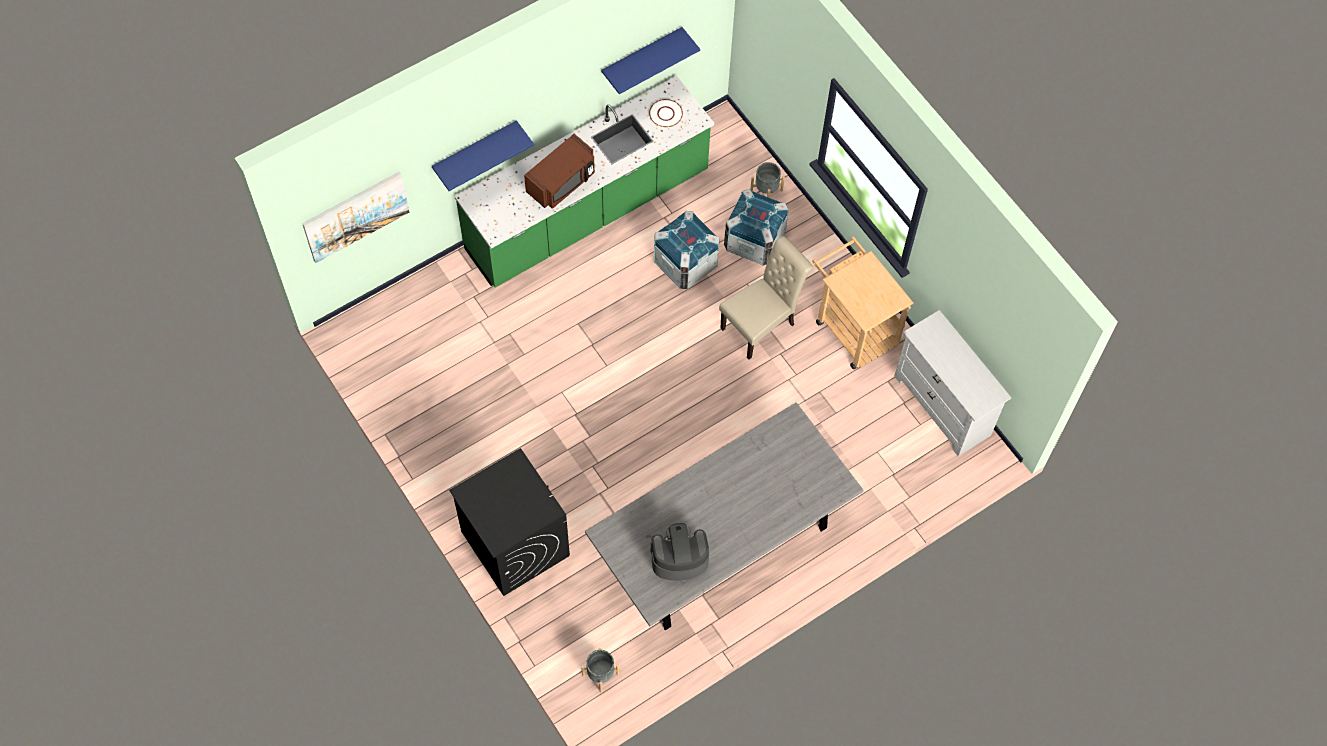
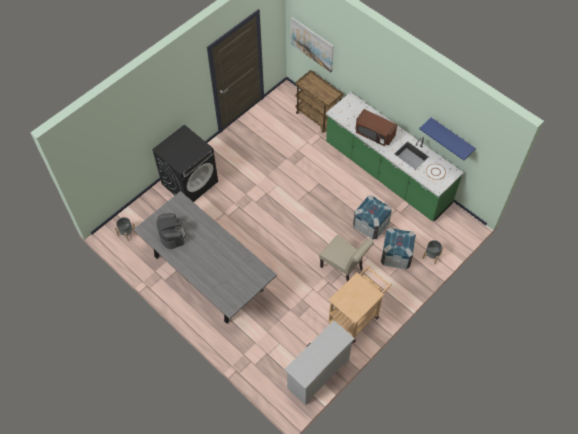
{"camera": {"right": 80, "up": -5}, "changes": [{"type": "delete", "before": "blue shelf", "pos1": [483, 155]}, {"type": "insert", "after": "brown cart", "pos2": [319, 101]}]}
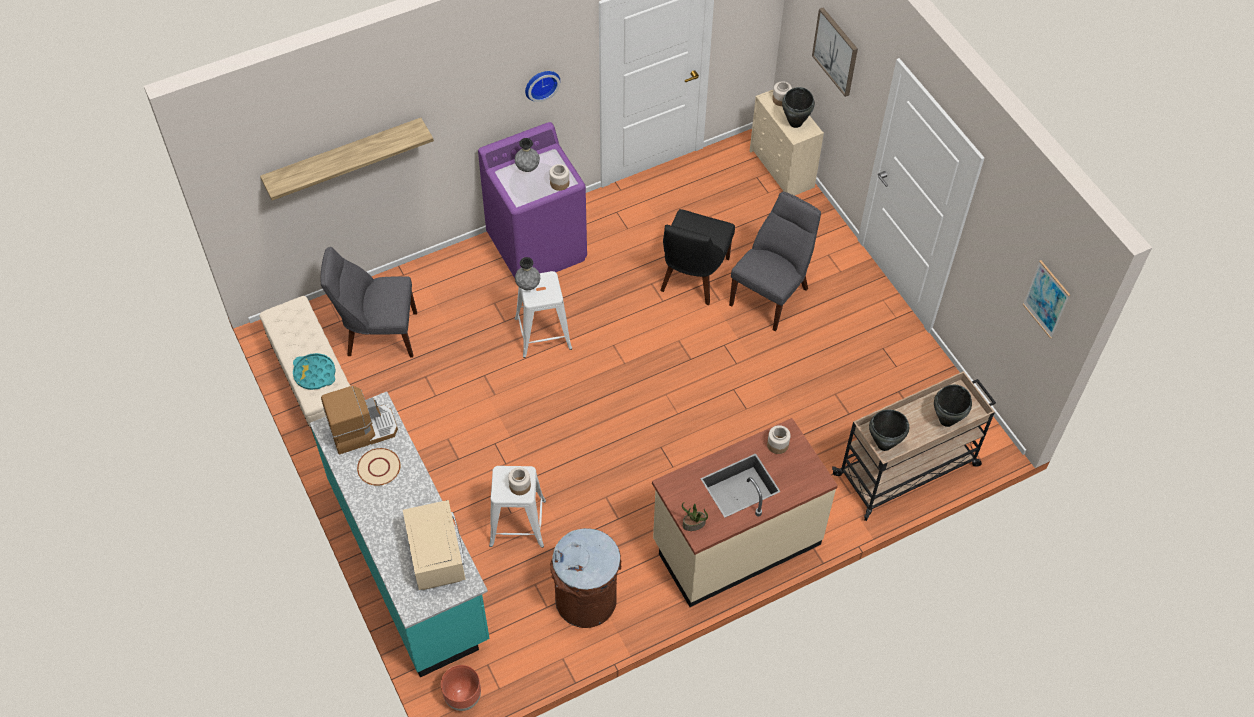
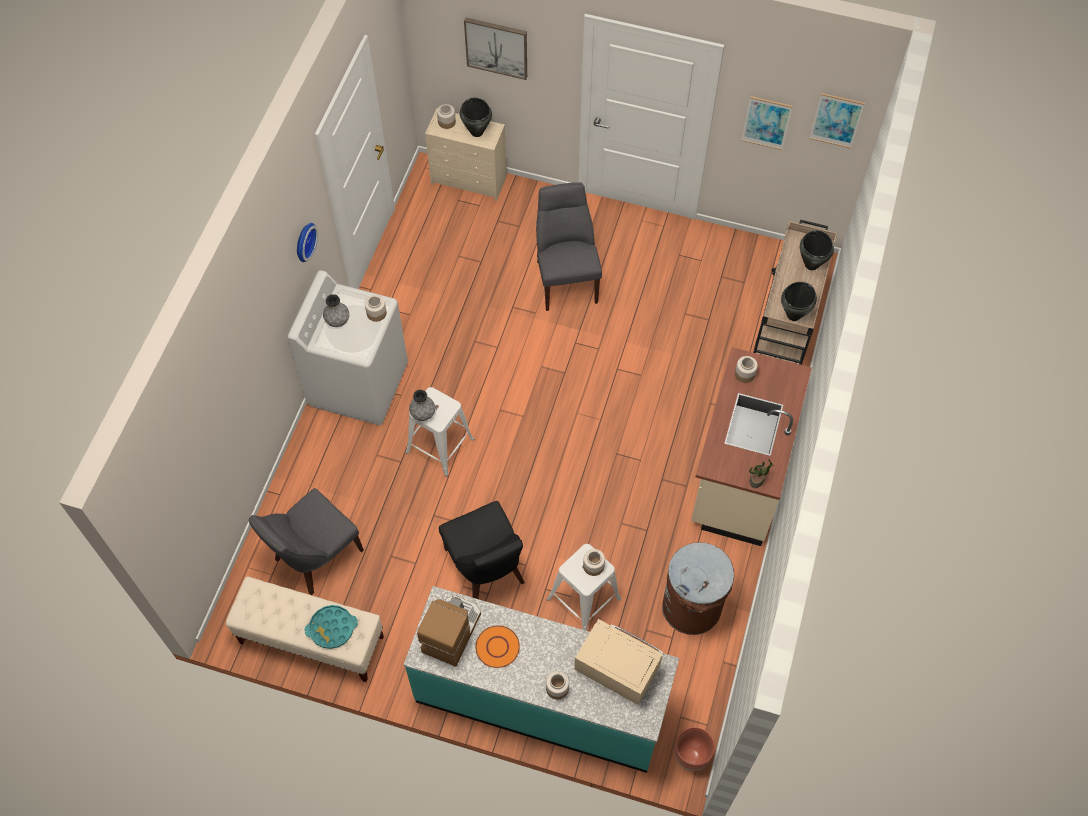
{"camera": {"right": -45, "up": 5}, "changes": [{"type": "delete", "before": "shelf", "pos1": [347, 159]}, {"type": "recolor", "before": "purple washing machine", "after": "white washing machine", "pos1": [532, 200], "pos2": [348, 347]}, {"type": "move", "before": "black chair", "pos1": [697, 257], "pos2": [482, 550]}, {"type": "recolor", "before": "beige plate", "after": "orange plate", "pos1": [378, 467], "pos2": [497, 646]}, {"type": "insert", "after": "picture", "pos2": [767, 123]}, {"type": "insert", "after": "jar", "pos2": [557, 685]}]}
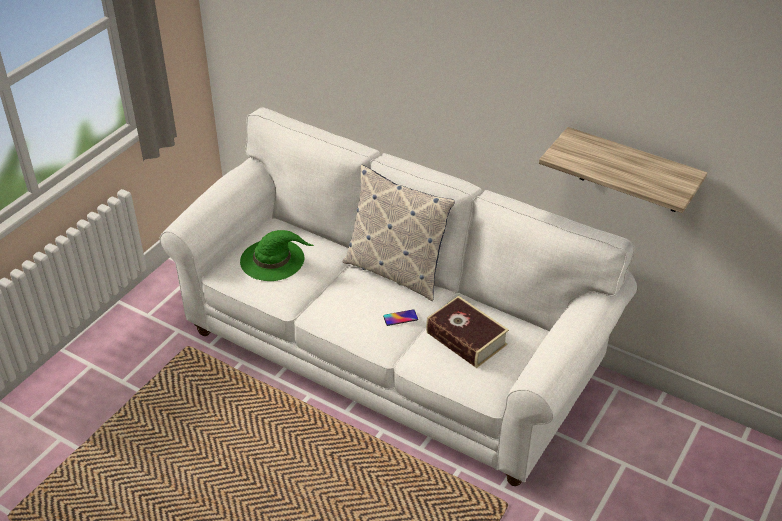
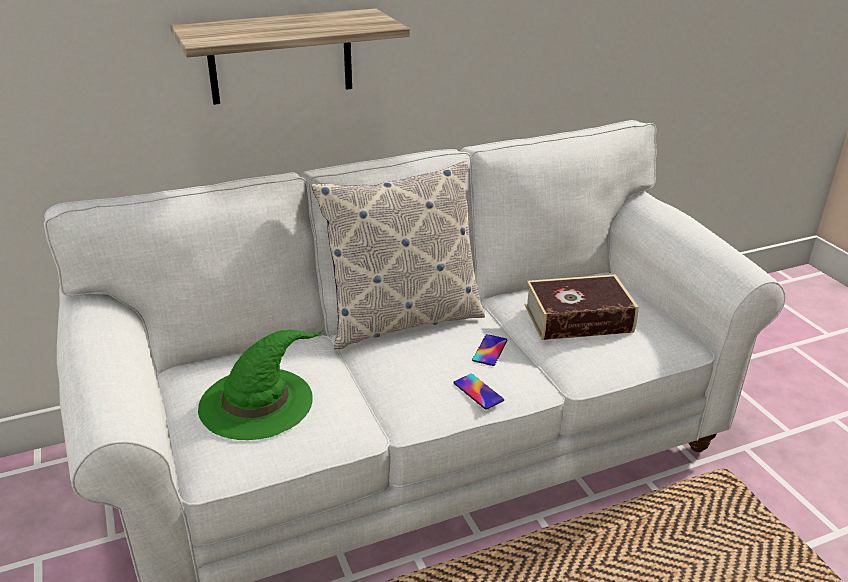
{"camera": {"right": -55, "up": -10}, "changes": [{"type": "move", "before": "shelf", "pos1": [623, 170], "pos2": [290, 56]}, {"type": "insert", "after": "phone", "pos2": [478, 391]}]}
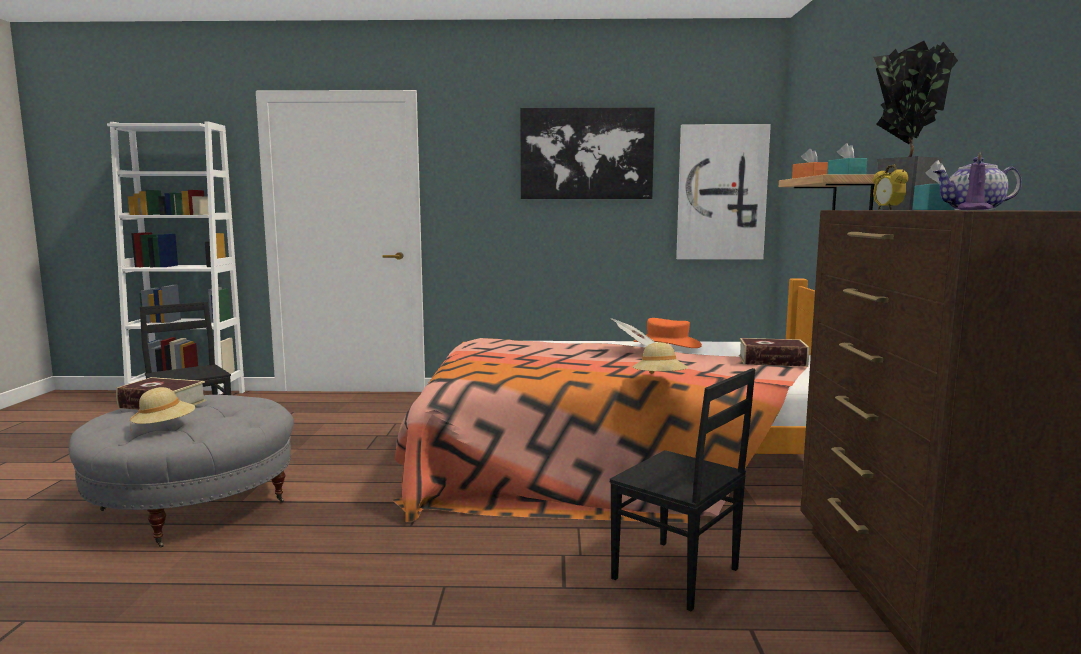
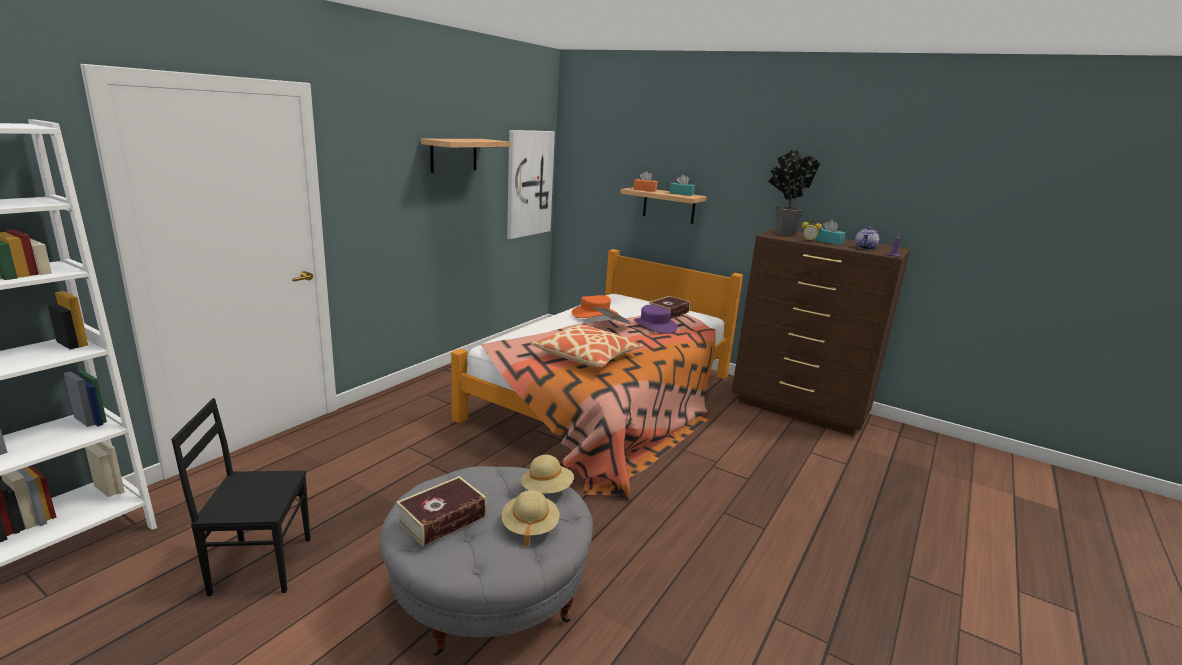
{"camera": {"right": -60, "up": 10}, "changes": [{"type": "replace", "before": "picture", "after": "shelf", "pos1": [587, 153], "pos2": [466, 156]}, {"type": "move", "before": "beige hat", "pos1": [660, 358], "pos2": [547, 474]}, {"type": "delete", "before": "black chair", "pos1": [682, 489]}, {"type": "insert", "after": "purple hat", "pos2": [656, 319]}, {"type": "insert", "after": "pillow", "pos2": [587, 346]}]}
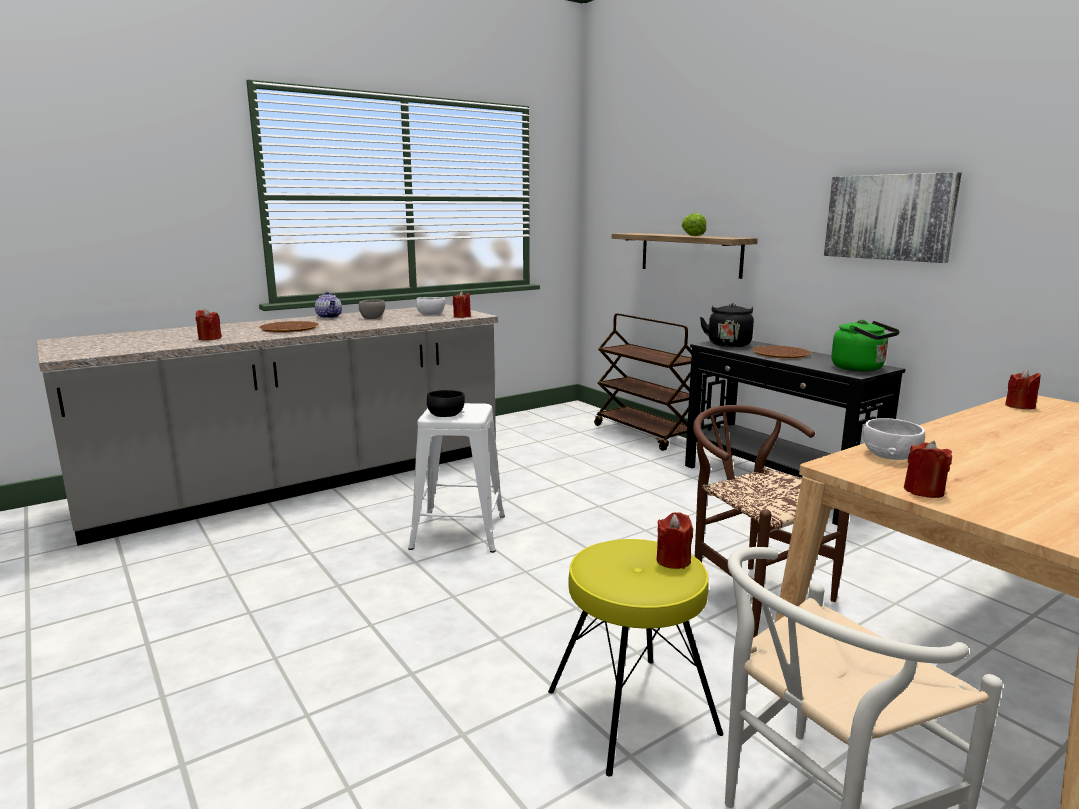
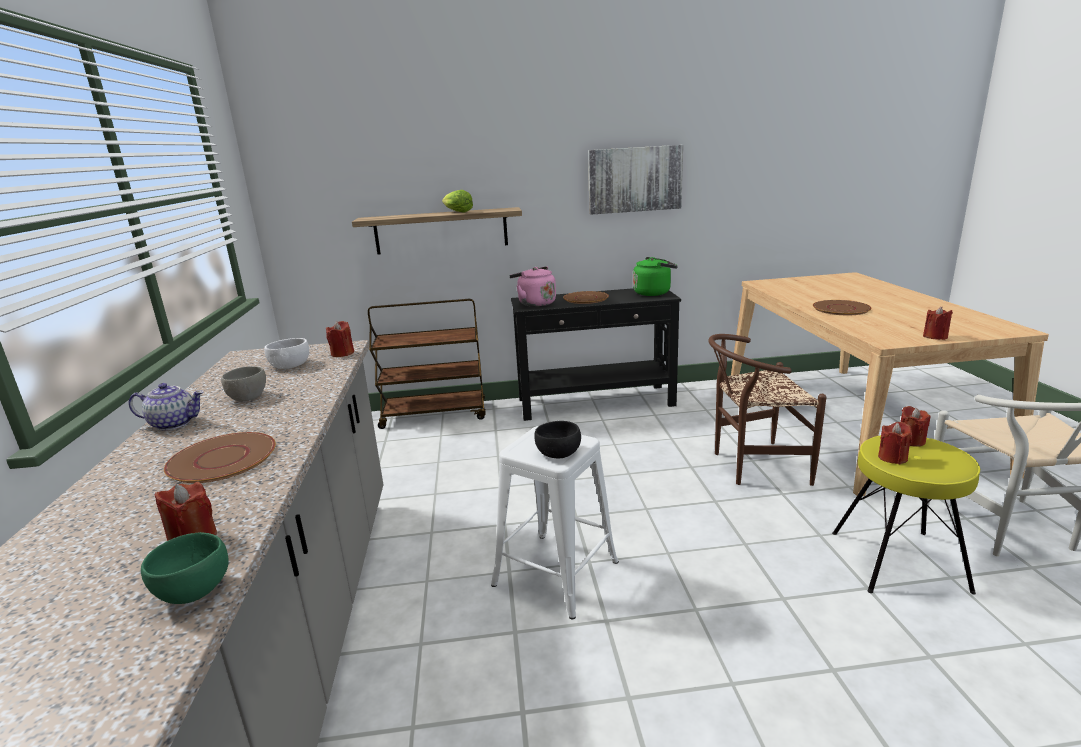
{"camera": {"right": -60, "up": 5}, "changes": [{"type": "recolor", "before": "black kettle", "after": "pink kettle", "pos1": [727, 325], "pos2": [532, 286]}, {"type": "move", "before": "red candle", "pos1": [1023, 389], "pos2": [895, 443]}, {"type": "delete", "before": "white bowl", "pos1": [894, 439]}, {"type": "insert", "after": "brown plate", "pos2": [842, 307]}, {"type": "insert", "after": "green bowl", "pos2": [185, 568]}]}
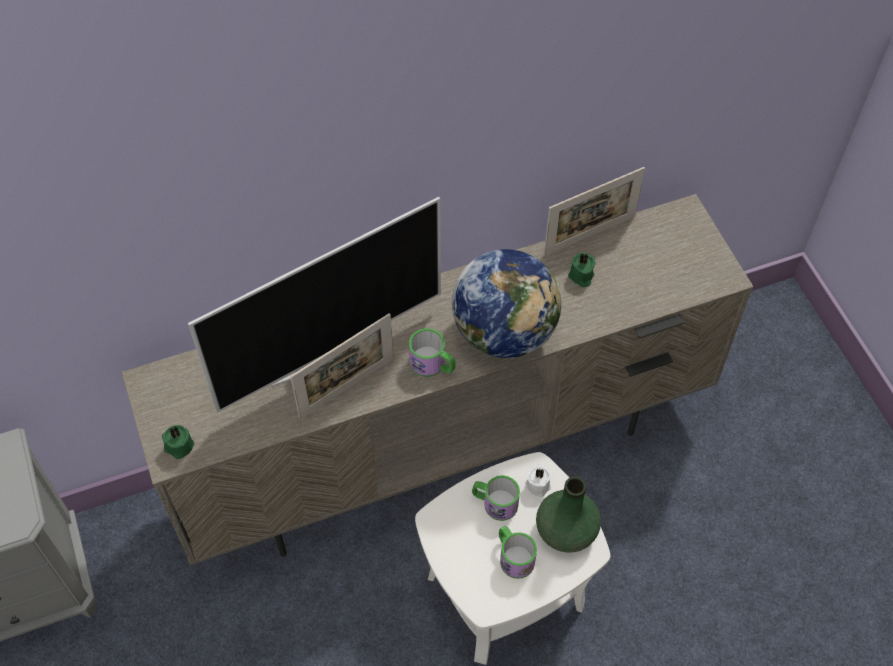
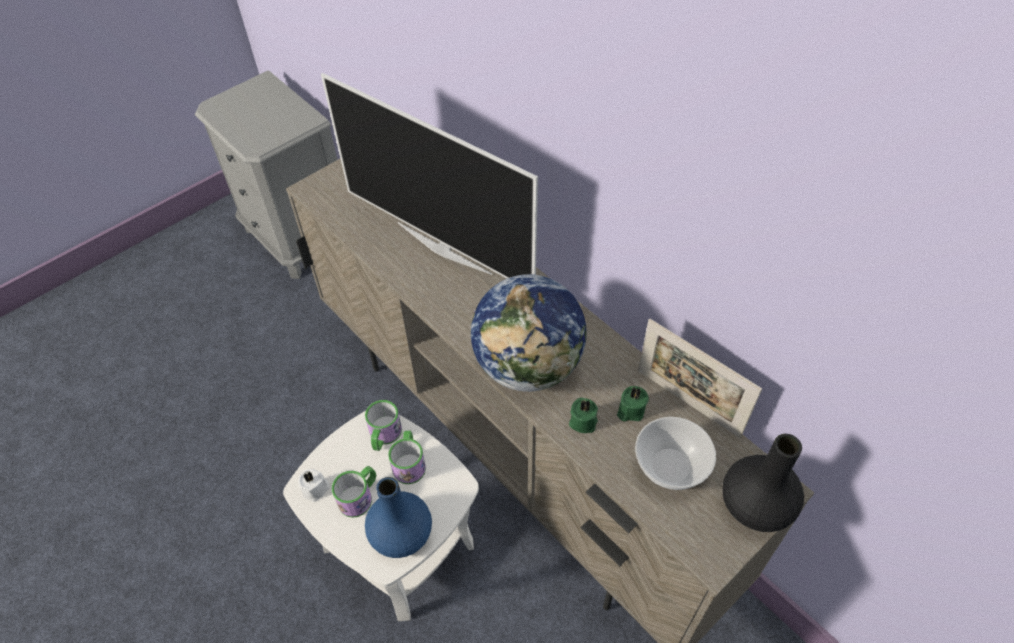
{"camera": {"right": 70, "up": -5}, "changes": [{"type": "delete", "before": "picture frame", "pos1": [342, 366]}, {"type": "move", "before": "mug", "pos1": [432, 352], "pos2": [383, 425]}, {"type": "move", "before": "green candle", "pos1": [178, 442], "pos2": [583, 415]}, {"type": "move", "before": "white candle", "pos1": [538, 481], "pos2": [314, 485]}, {"type": "recolor", "before": "green vase", "after": "blue vase", "pos1": [568, 514], "pos2": [398, 517]}, {"type": "insert", "after": "bowl", "pos2": [675, 453]}, {"type": "insert", "after": "black vase", "pos2": [763, 483]}]}
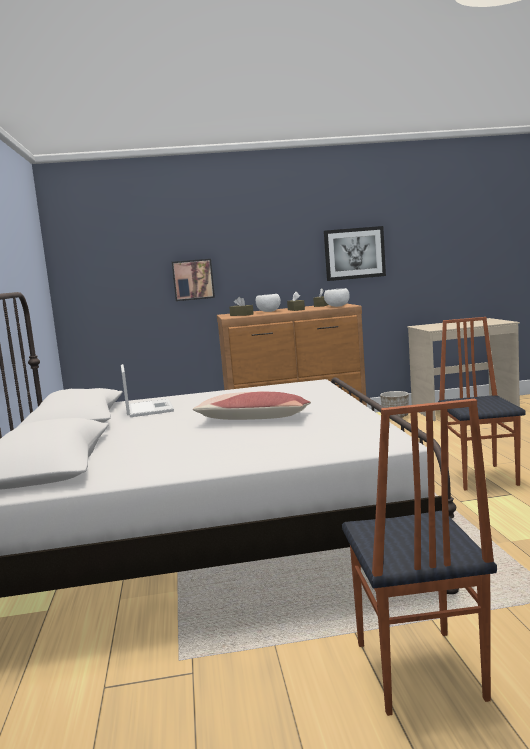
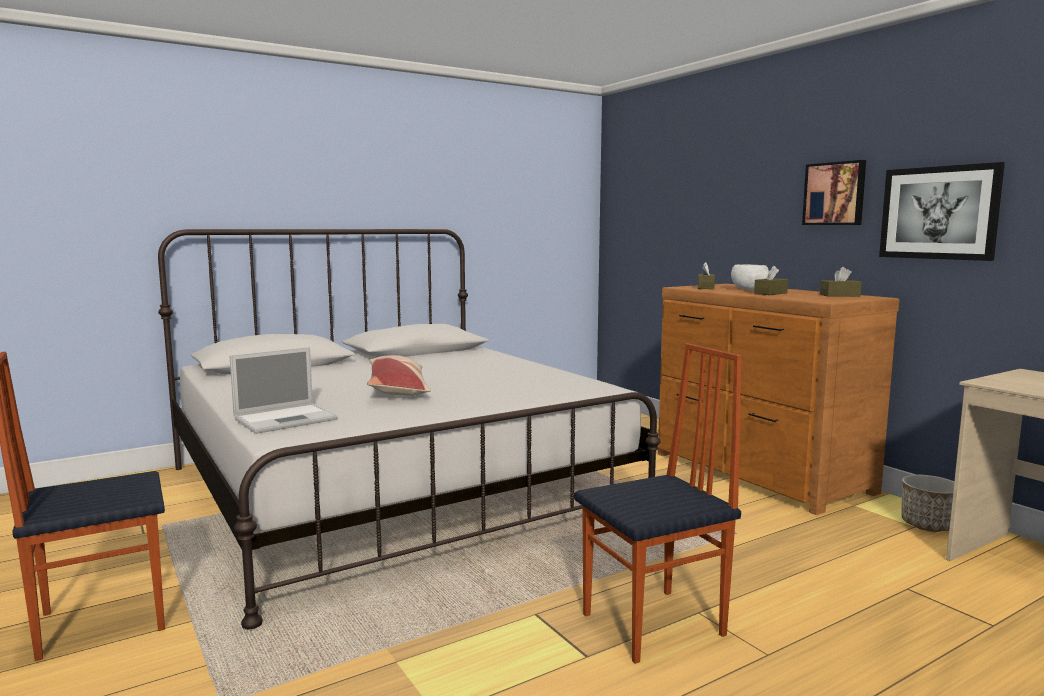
{"camera": {"right": 65, "up": 0}, "changes": [{"type": "move", "before": "picture", "pos1": [193, 280], "pos2": [834, 192]}, {"type": "delete", "before": "white bowl", "pos1": [337, 297]}, {"type": "move", "before": "laptop", "pos1": [147, 390], "pos2": [283, 390]}]}
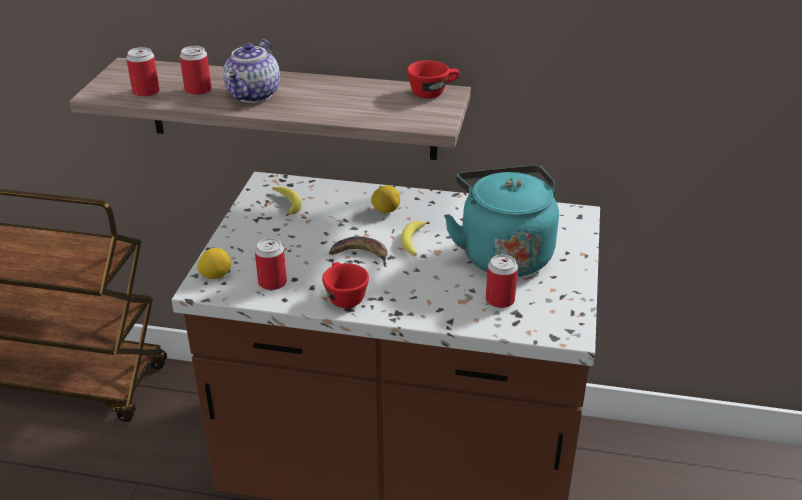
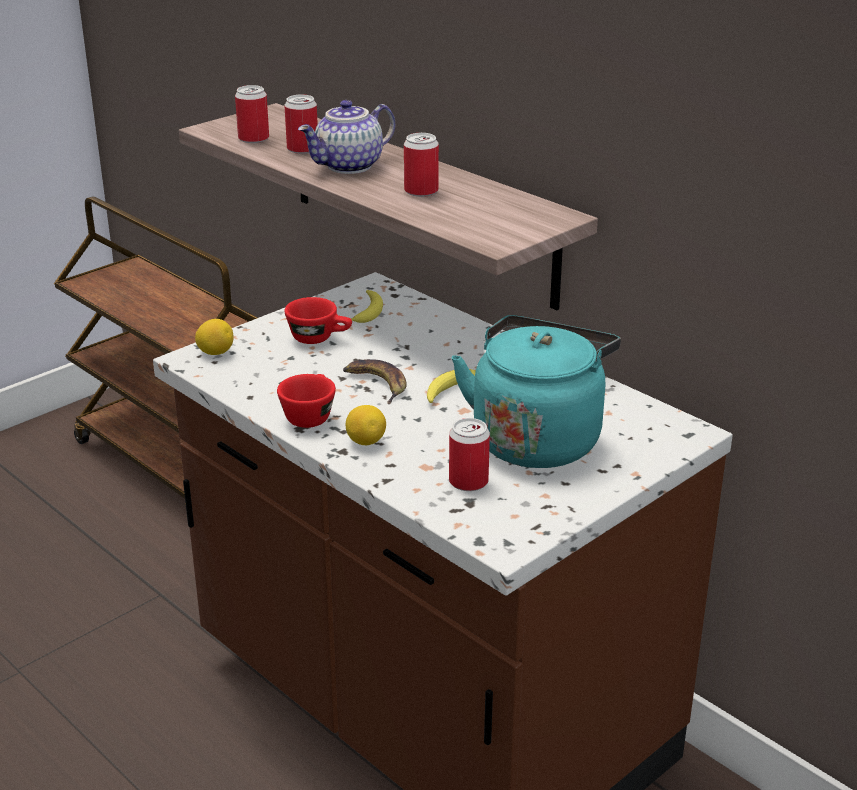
{"camera": {"right": 35, "up": -5}, "changes": [{"type": "move", "before": "red cup", "pos1": [433, 79], "pos2": [318, 320]}, {"type": "move", "before": "lemon", "pos1": [385, 199], "pos2": [366, 425]}, {"type": "move", "before": "can", "pos1": [271, 264], "pos2": [421, 165]}]}
